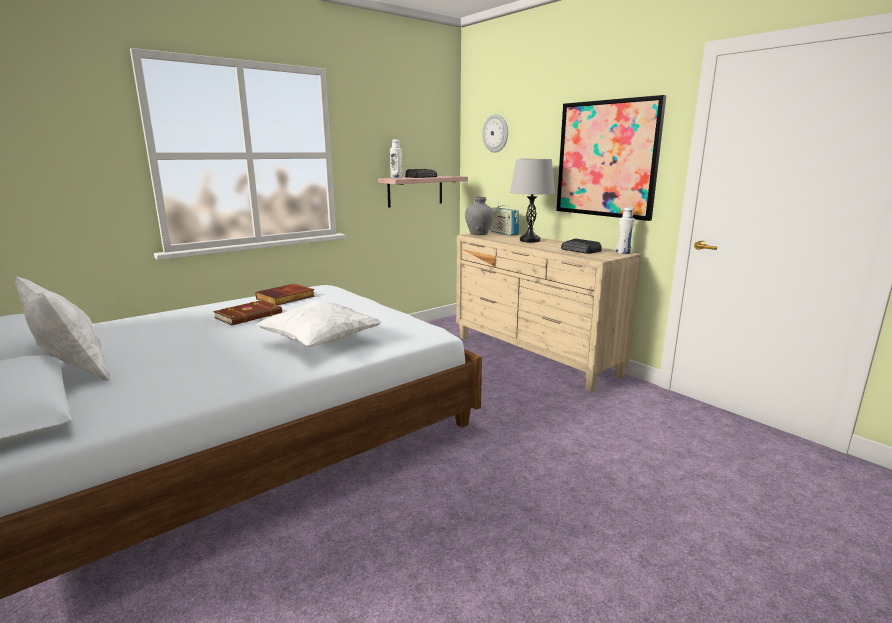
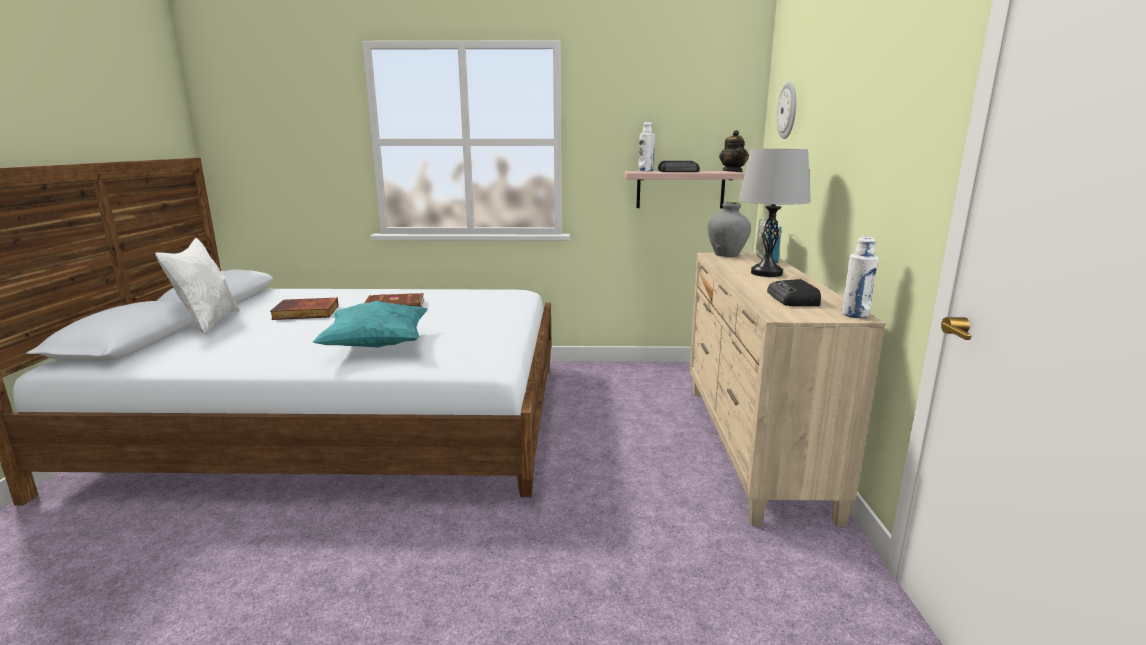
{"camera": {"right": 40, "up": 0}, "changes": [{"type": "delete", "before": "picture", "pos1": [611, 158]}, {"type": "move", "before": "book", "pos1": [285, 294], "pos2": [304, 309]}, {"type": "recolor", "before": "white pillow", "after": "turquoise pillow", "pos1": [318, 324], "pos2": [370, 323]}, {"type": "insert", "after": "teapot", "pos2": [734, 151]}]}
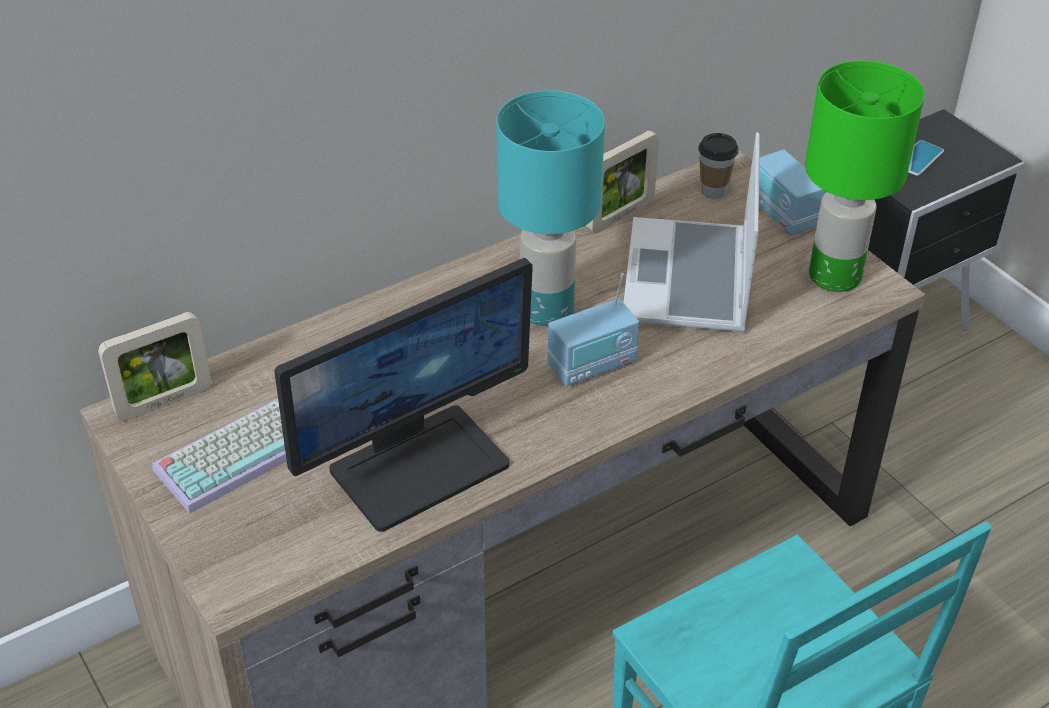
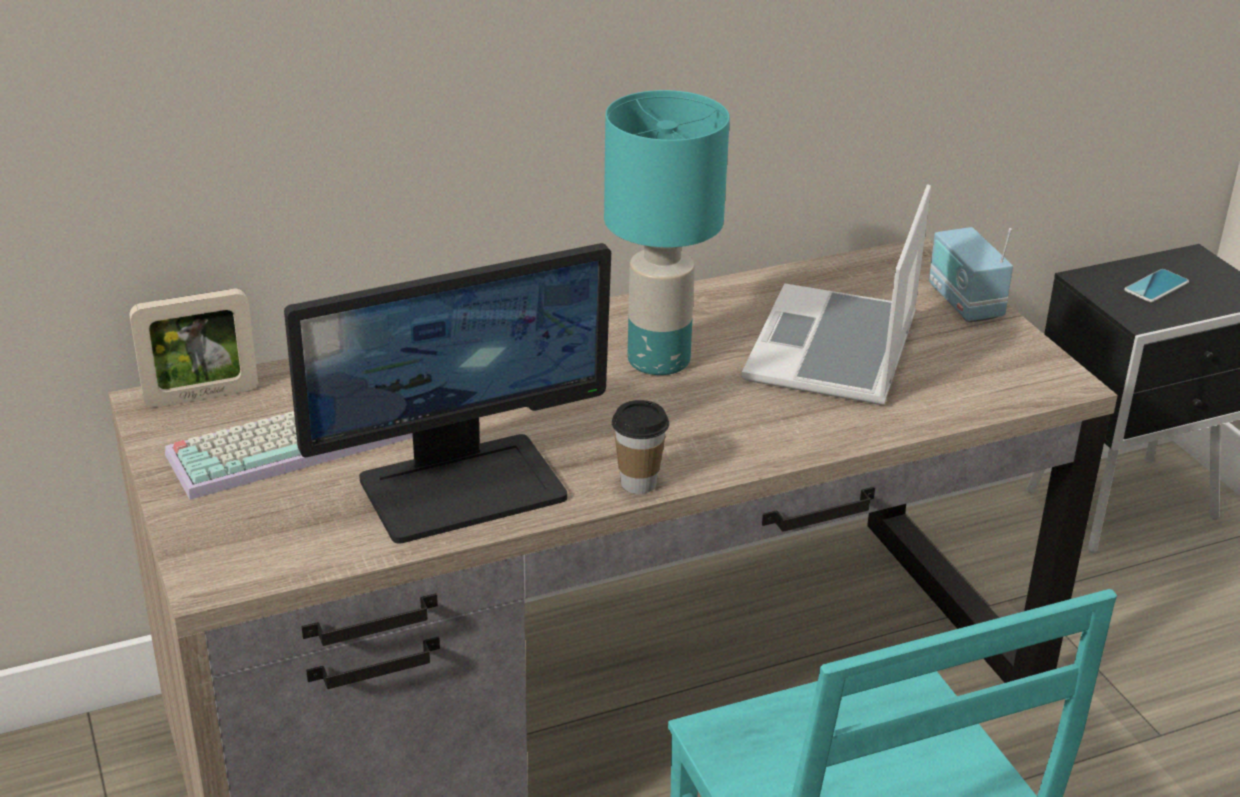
{"camera": {"right": 10, "up": -10}, "changes": [{"type": "delete", "before": "green table lamp", "pos1": [865, 176]}, {"type": "delete", "before": "picture frame", "pos1": [622, 182]}, {"type": "move", "before": "cup", "pos1": [718, 166], "pos2": [640, 447]}, {"type": "delete", "before": "radio", "pos1": [593, 329]}]}
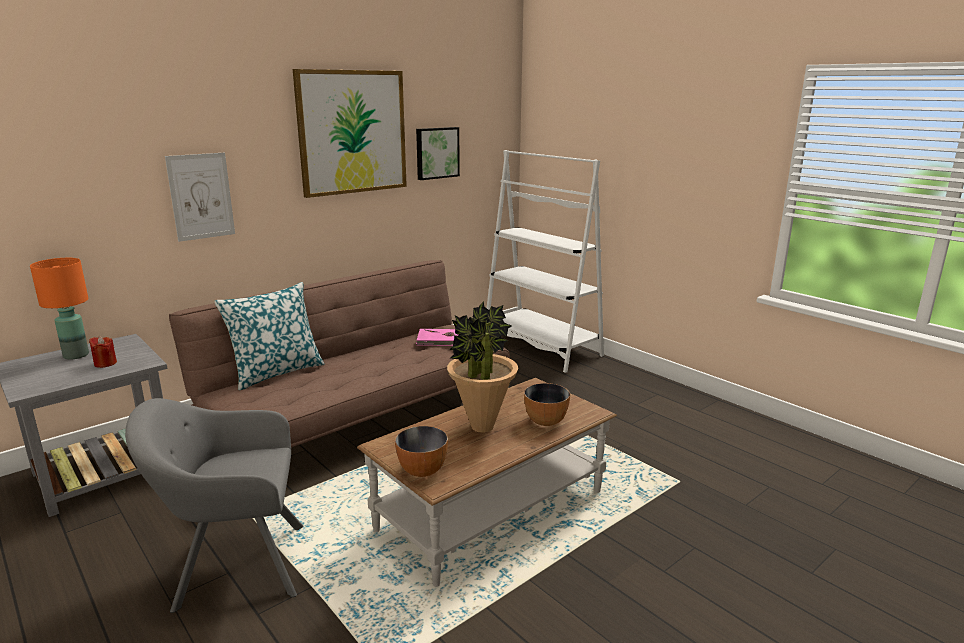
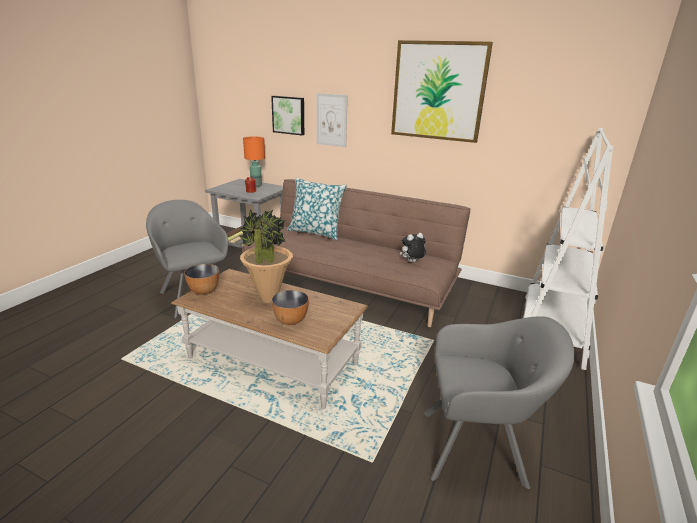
{"camera": {"right": 65, "up": 5}, "changes": [{"type": "move", "before": "picture", "pos1": [438, 153], "pos2": [287, 115]}, {"type": "replace", "before": "pink book", "after": "plush toy", "pos1": [437, 337], "pos2": [413, 247]}, {"type": "insert", "after": "grey armchair", "pos2": [499, 402]}]}
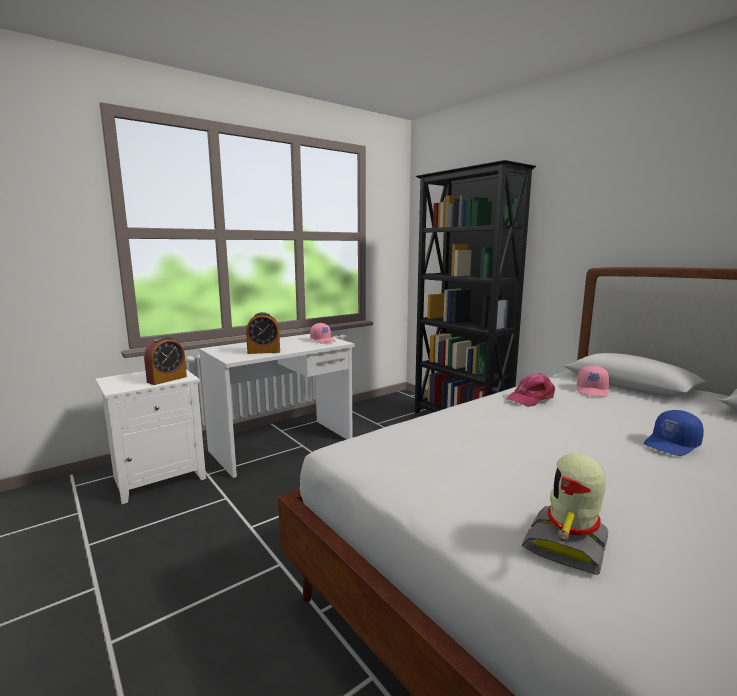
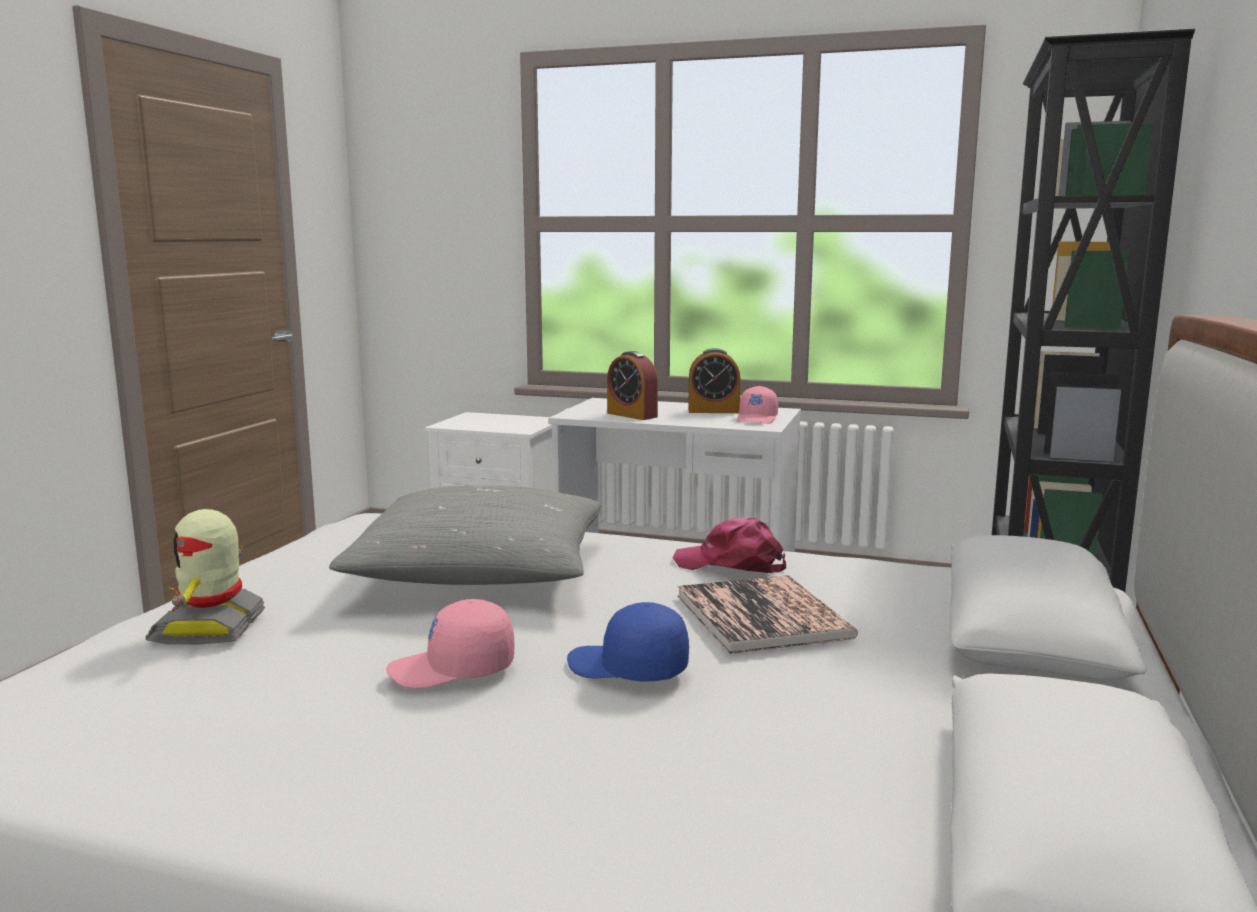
{"camera": {"right": 55, "up": 0}, "changes": [{"type": "move", "before": "alarm clock", "pos1": [165, 361], "pos2": [714, 380]}, {"type": "move", "before": "pink cap", "pos1": [593, 381], "pos2": [450, 643]}, {"type": "rotate", "before": "toy robot", "pos1": [565, 514], "pos2": [205, 577], "turn": -90}, {"type": "insert", "after": "grey pillow", "pos2": [465, 535]}, {"type": "insert", "after": "book", "pos2": [767, 614]}]}
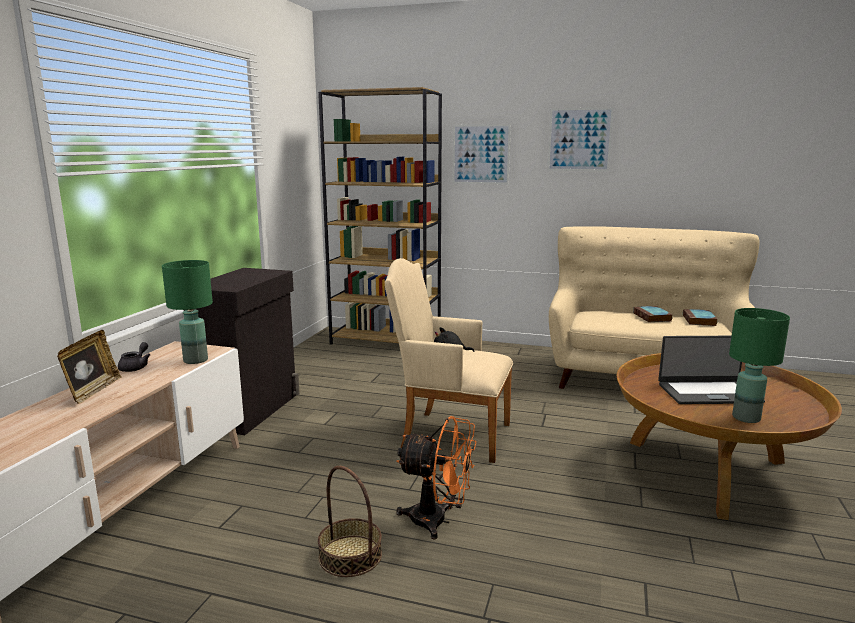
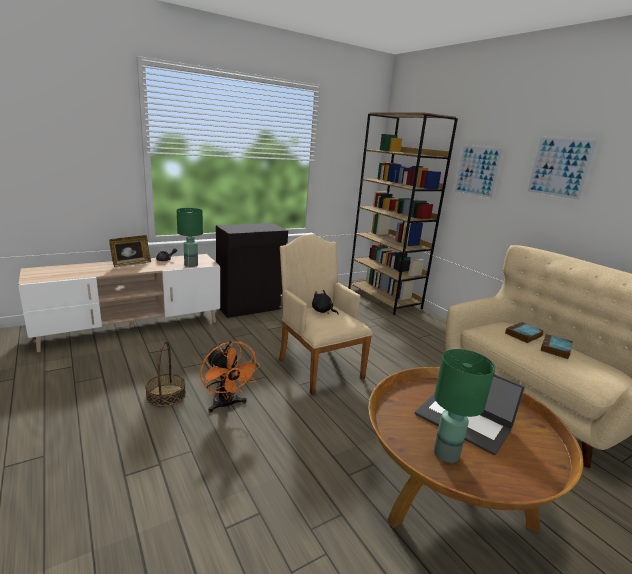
{"camera": {"right": 40, "up": 5}, "changes": [{"type": "move", "before": "book", "pos1": [700, 317], "pos2": [524, 332]}]}
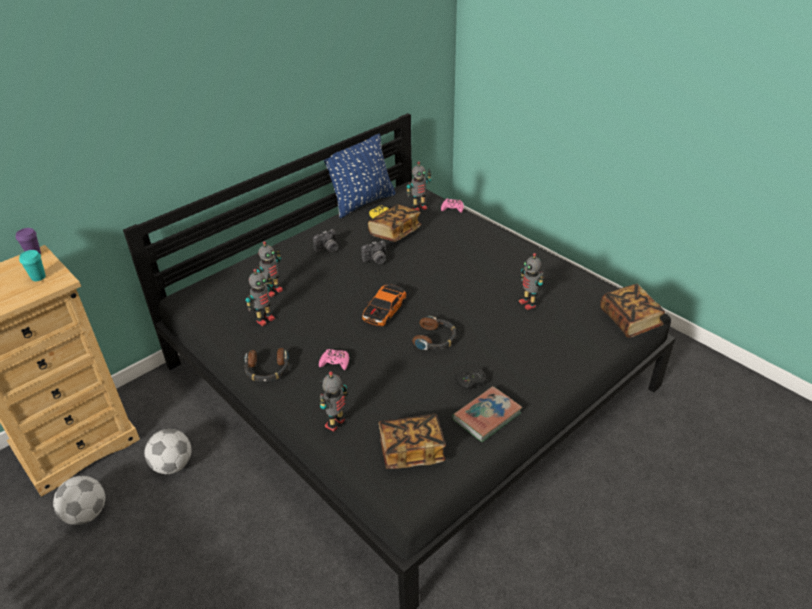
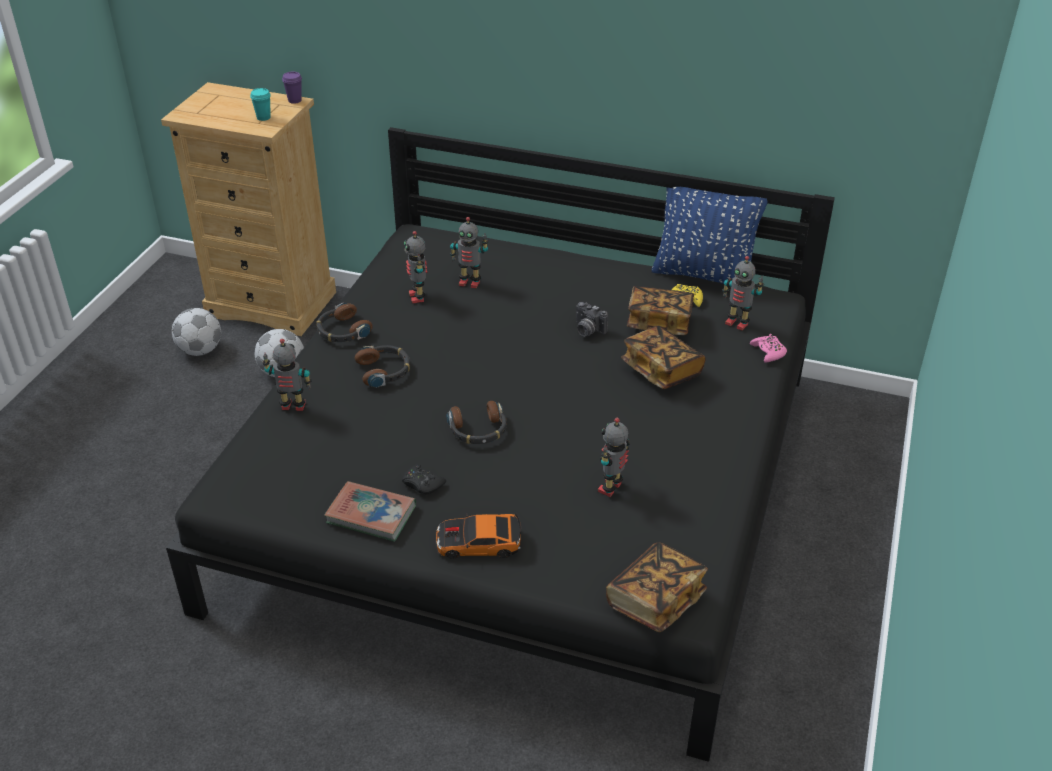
{"camera": {"right": 60, "up": 0}, "changes": [{"type": "delete", "before": "photo camera", "pos1": [325, 240]}, {"type": "rotate", "before": "toy robot", "pos1": [260, 297], "pos2": [416, 267], "turn": 60}, {"type": "move", "before": "toy car", "pos1": [384, 305], "pos2": [478, 536]}, {"type": "replace", "before": "pink game controller", "after": "headphones", "pos1": [334, 359], "pos2": [382, 366]}, {"type": "move", "before": "book", "pos1": [412, 441], "pos2": [663, 357]}]}
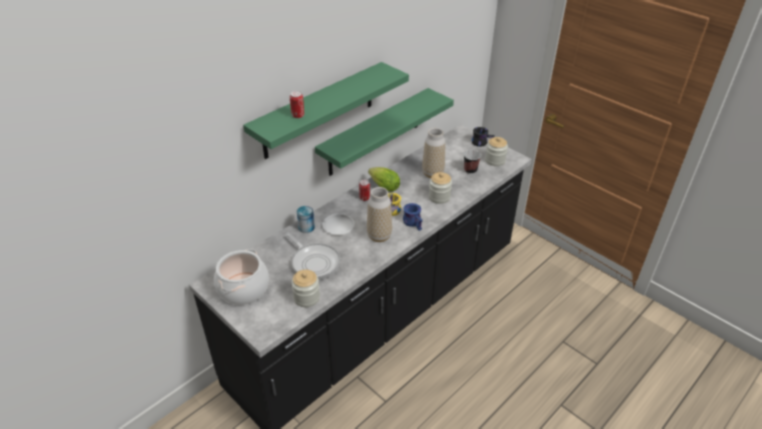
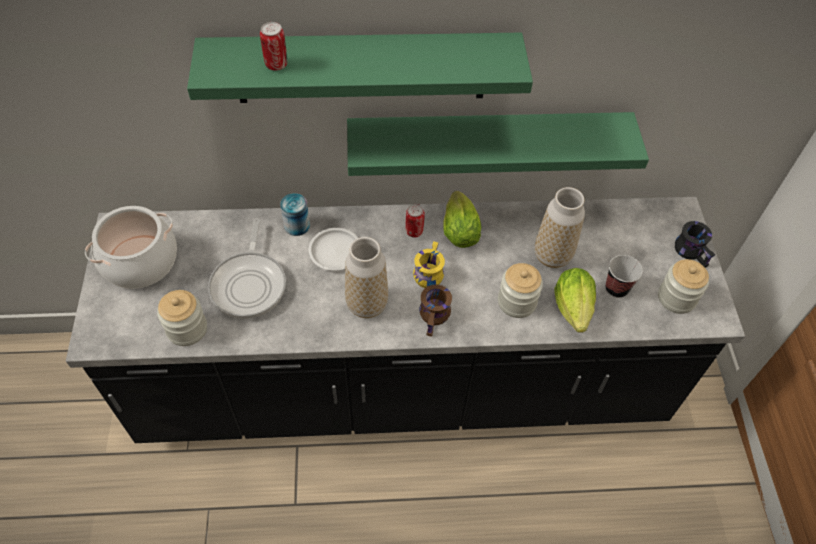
{"camera": {"right": 40, "up": 15}, "changes": [{"type": "recolor", "before": "blue mug", "after": "brown mug", "pos1": [413, 217], "pos2": [435, 311]}, {"type": "insert", "after": "lettuce", "pos2": [575, 300]}]}
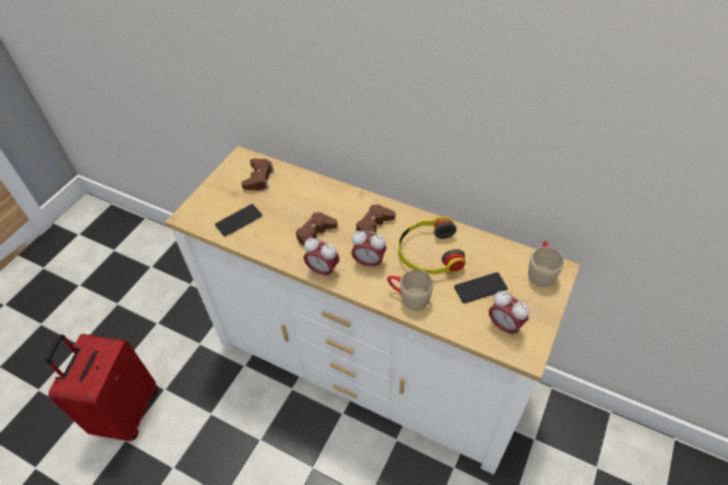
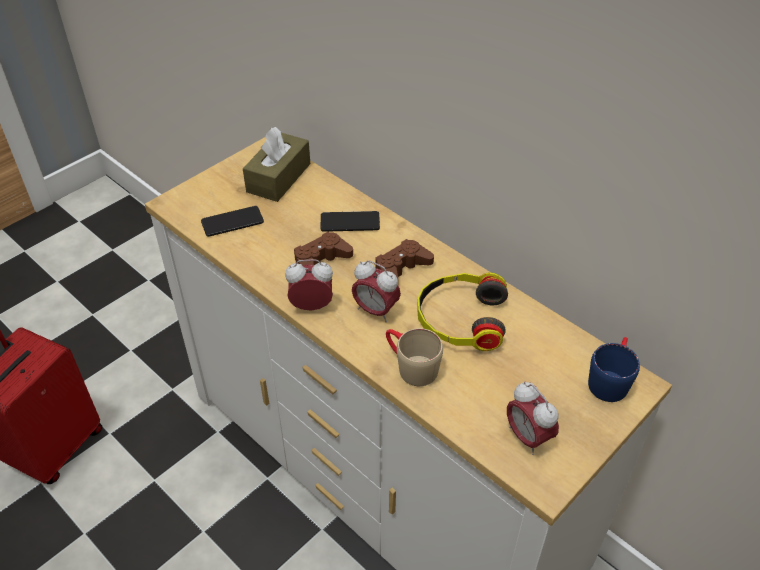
{"camera": {"right": 15, "up": -5}, "changes": [{"type": "replace", "before": "brown game controller", "after": "brown tissue box", "pos1": [257, 174], "pos2": [276, 164]}, {"type": "rotate", "before": "alarm clock", "pos1": [322, 258], "pos2": [309, 285], "turn": 135}, {"type": "recolor", "before": "beige mug", "after": "blue mug", "pos1": [546, 264], "pos2": [614, 369]}, {"type": "move", "before": "phone", "pos1": [481, 287], "pos2": [350, 221]}]}
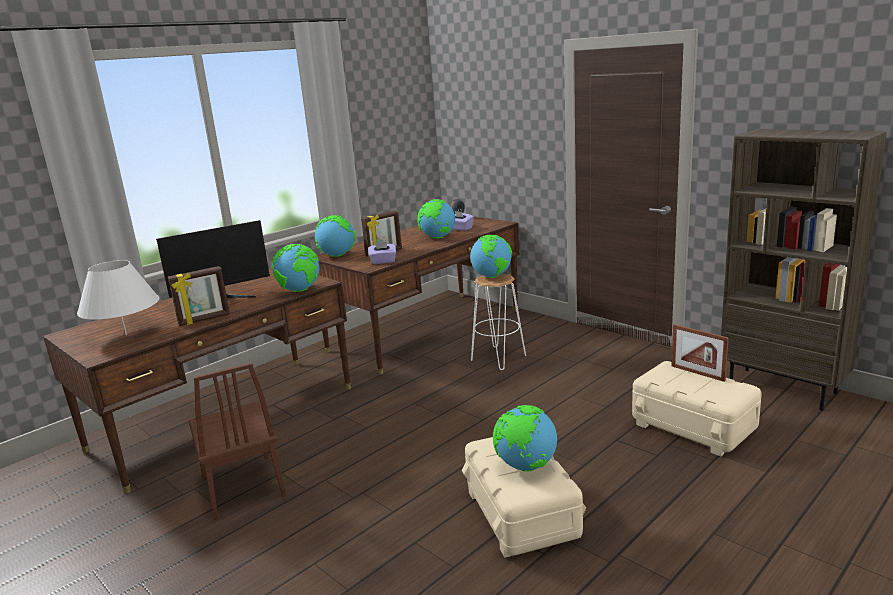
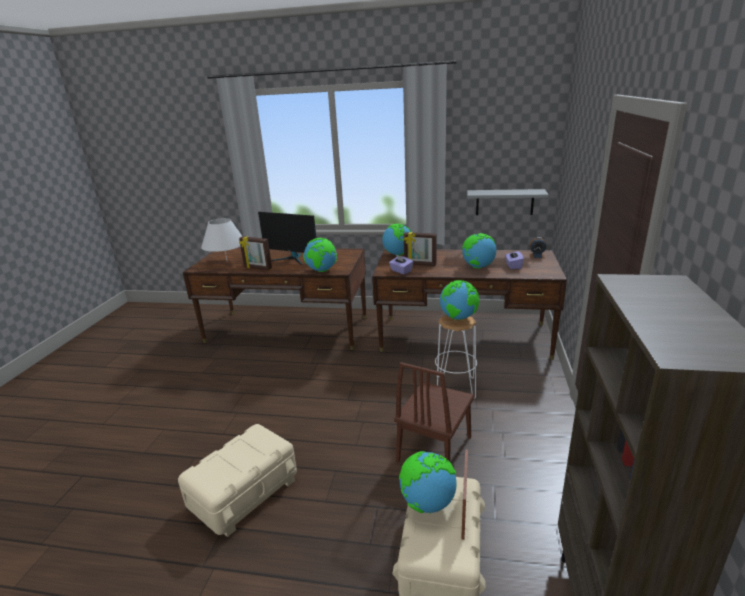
{"camera": {"right": 55, "up": 5}, "changes": [{"type": "move", "before": "brown chair", "pos1": [237, 441], "pos2": [434, 412]}, {"type": "move", "before": "globe", "pos1": [525, 438], "pos2": [428, 482]}, {"type": "insert", "after": "grey shelf", "pos2": [508, 202]}]}
